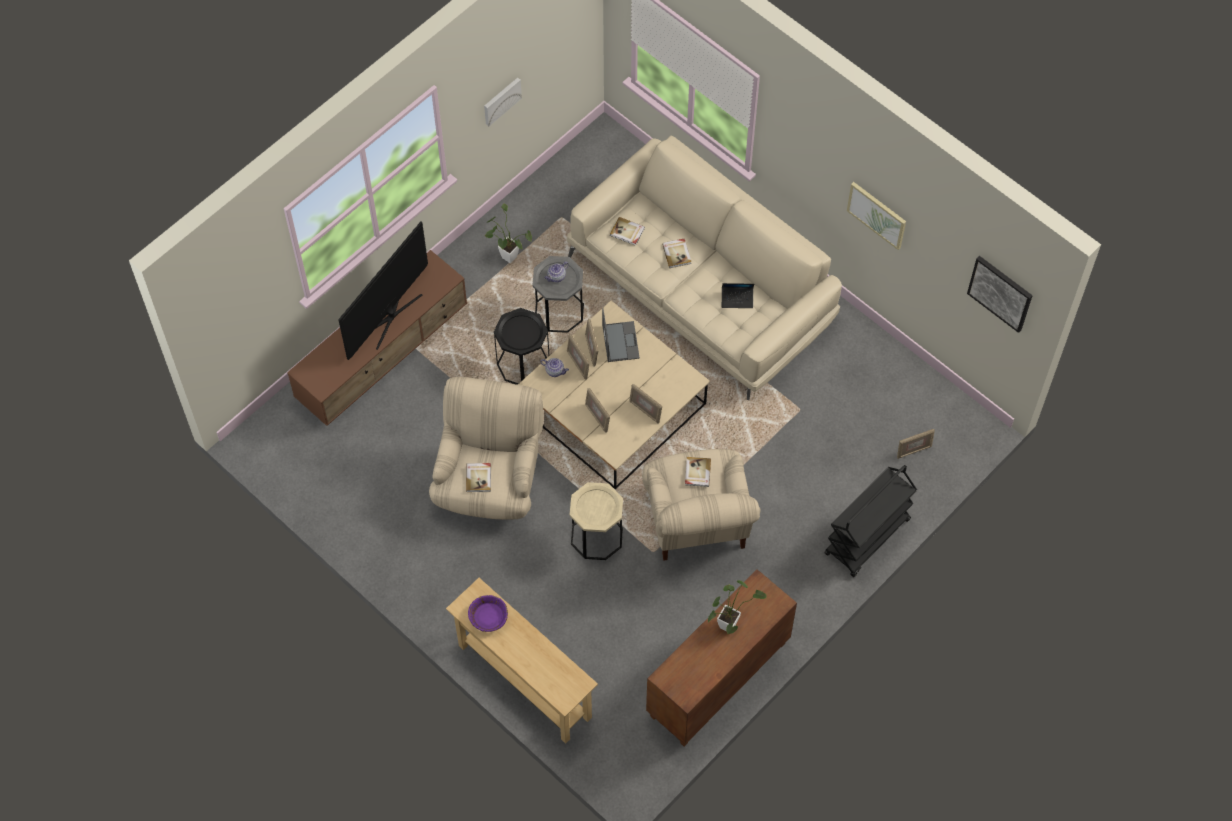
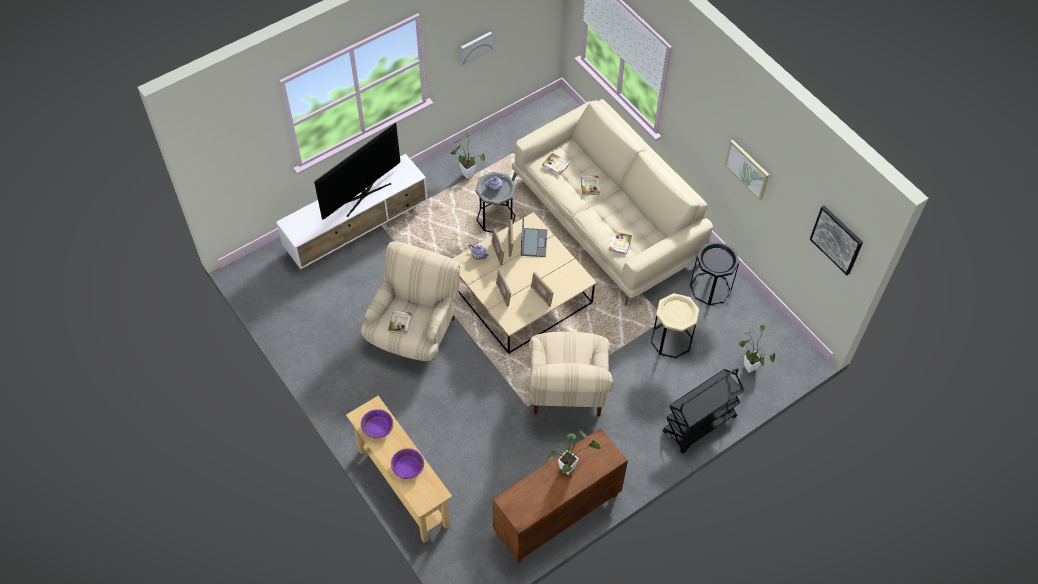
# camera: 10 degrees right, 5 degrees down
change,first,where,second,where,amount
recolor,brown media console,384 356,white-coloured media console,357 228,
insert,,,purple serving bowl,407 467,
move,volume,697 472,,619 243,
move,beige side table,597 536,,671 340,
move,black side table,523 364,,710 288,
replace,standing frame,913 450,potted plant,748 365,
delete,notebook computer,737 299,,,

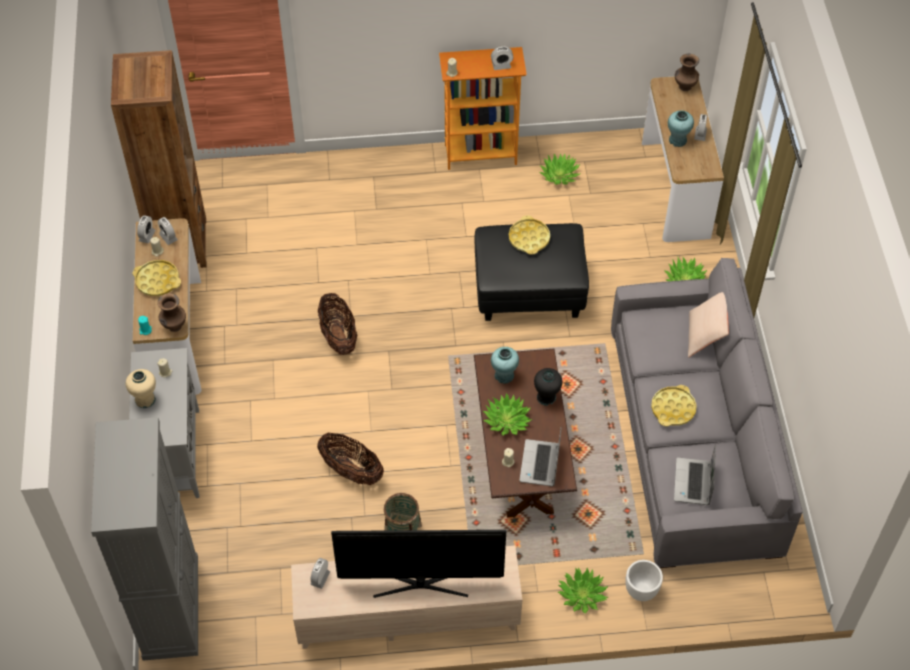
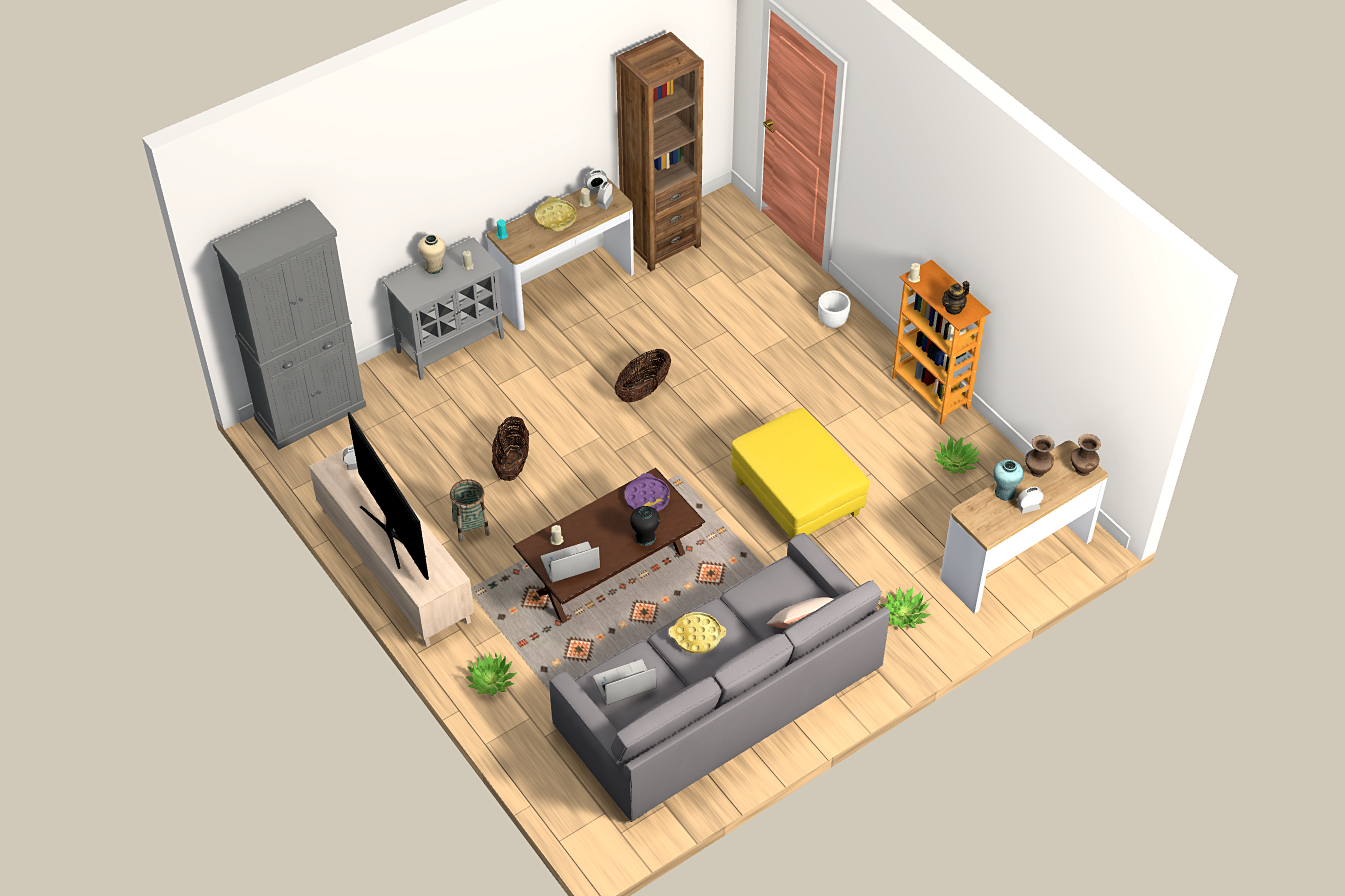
# camera: 60 degrees right, 5 degrees down
change,first,where,second,where,amount
replace,blue-green vase,504 376,purple carrying tray,647 498,
recolor,black ottoman,529 290,yellowish ottoman,797 499,
move,white-coloured flower pot,641 590,,833 322,
replace,table clock,501 66,tea pot,953 308,
move,brown vase,174 326,,1036 471,
delete,potted plant,507 420,,,
delete,yellowish carrying tray,529 238,,,

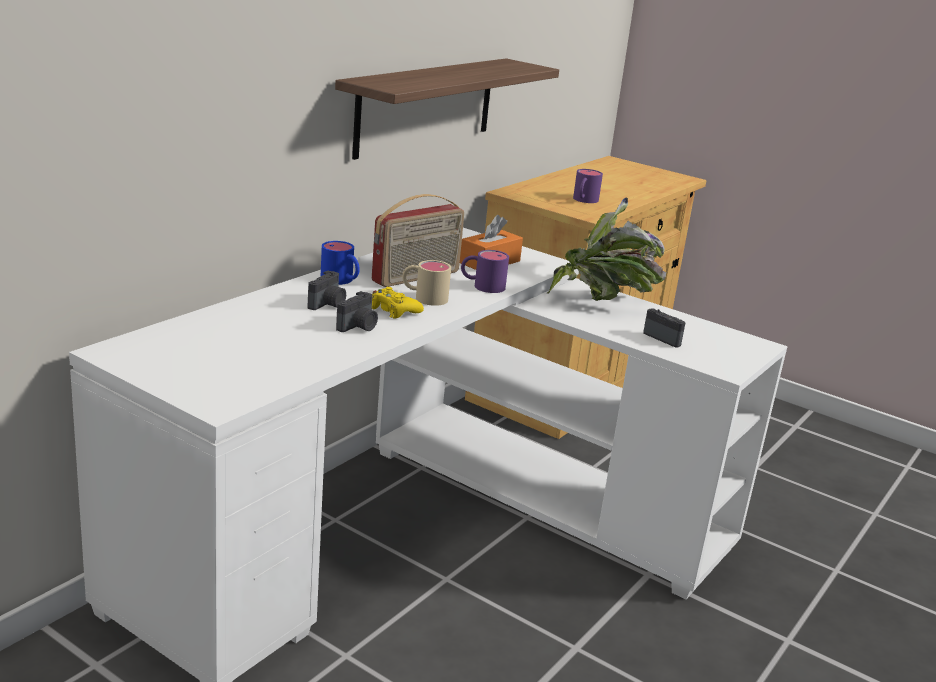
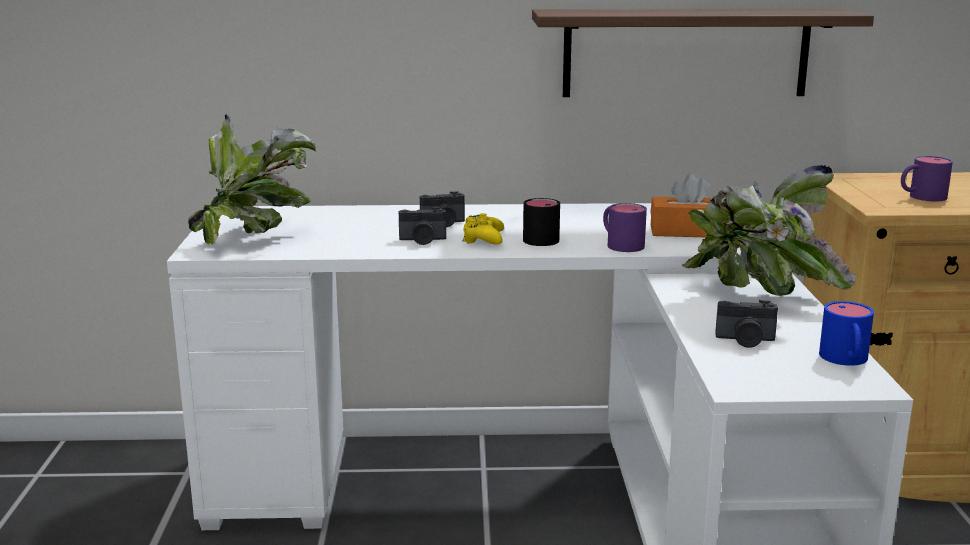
# camera: 55 degrees right, 5 degrees down
change,first,where,second,where,amount
insert,,,potted plant,255 237,
recolor,beige mug,424 297,black mug,537 238,
rotate,still camera,665 338,,745 340,90 degrees clockwise
move,bluish mug,341 281,,845 360,
delete,radio receiver,417 277,,,

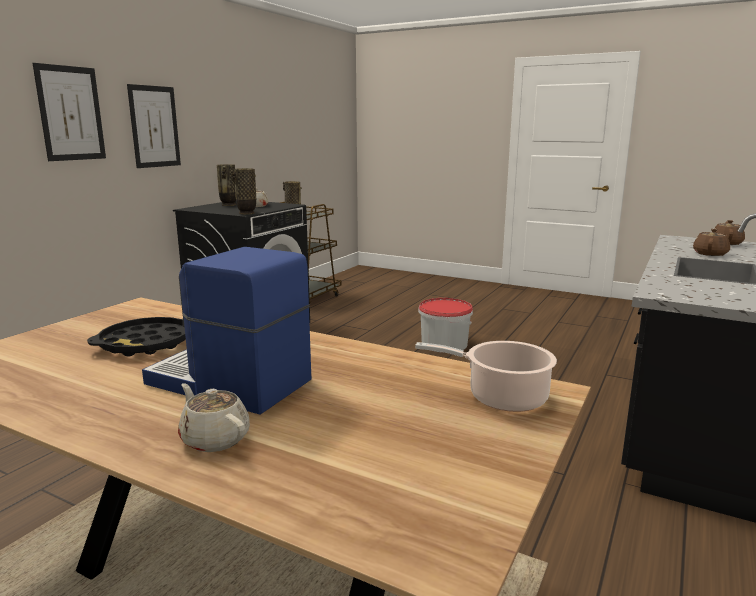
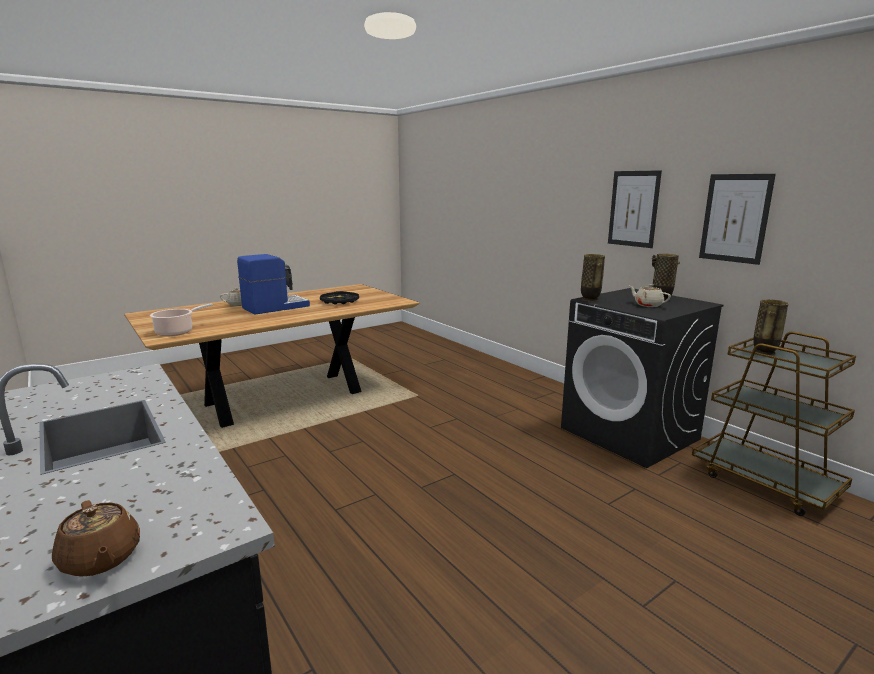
# camera: 115 degrees right, 0 degrees up
change,first,where,second,where,amount
move,picture,71 113,,735 218,
delete,pail,444 344,,,
delete,brown tea pot,710 254,,,

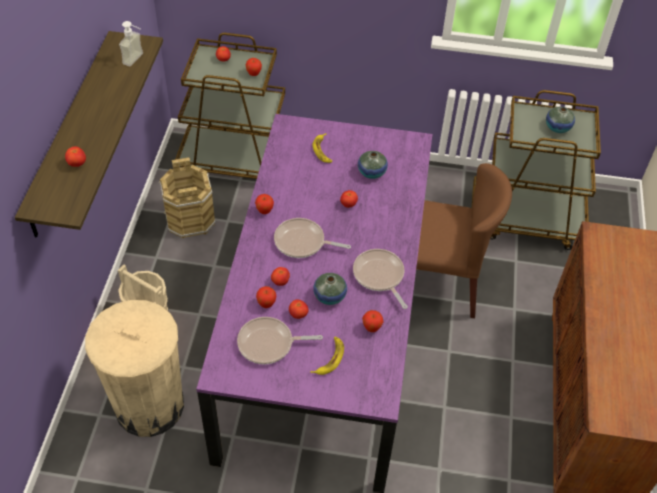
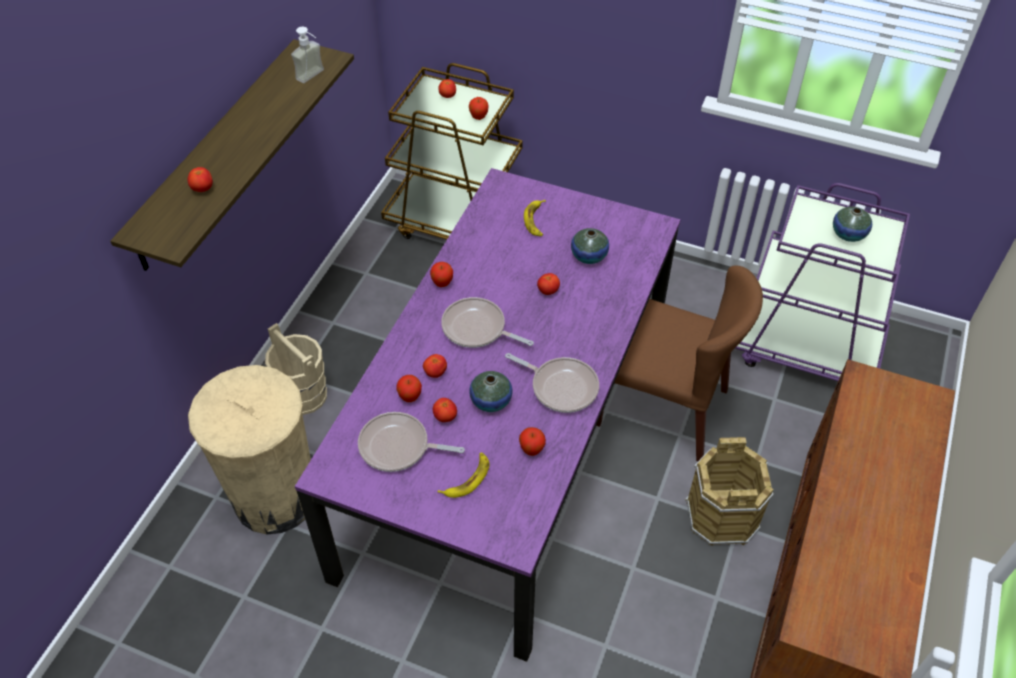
# camera: 15 degrees right, 0 degrees up
change,first,where,second,where,amount
rotate,frying pan,379 276,,561 387,135 degrees clockwise
move,brown pail,190 219,,721 515,
recolor,brown cart,526 219,purple cart,802 348,

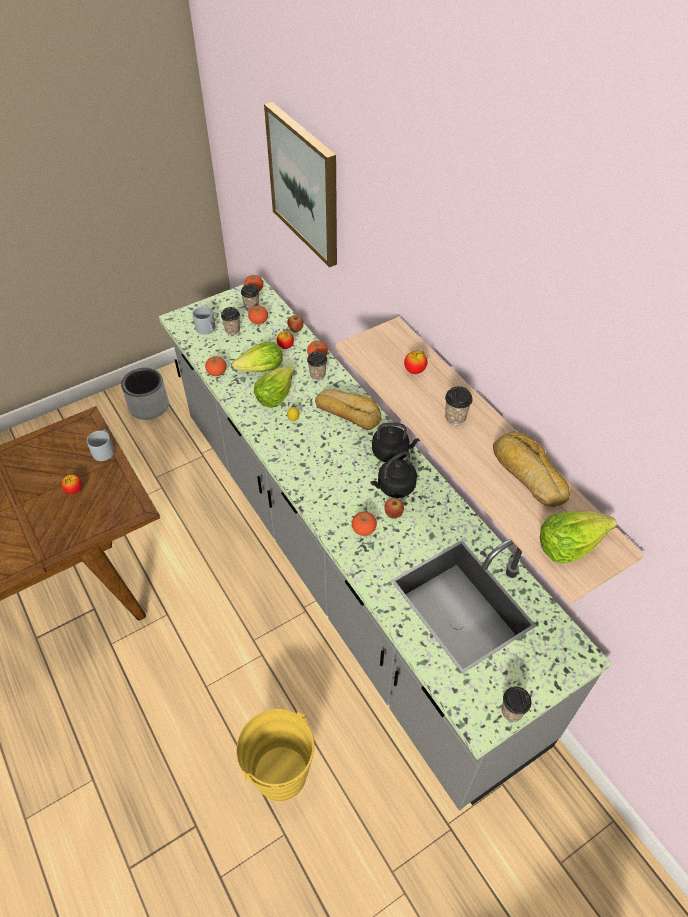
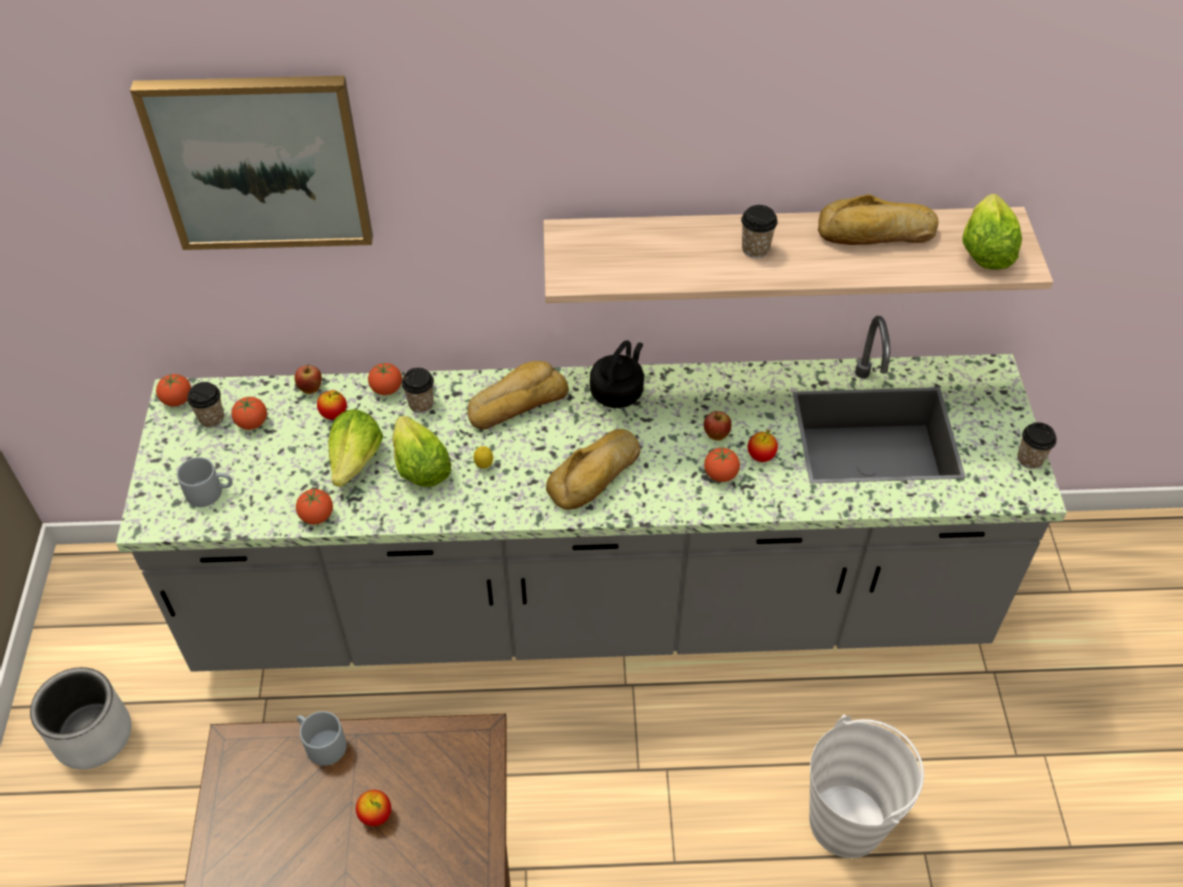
# camera: 60 degrees left, 0 degrees up
change,first,where,second,where,amount
insert,,,bakery bread,597 476,
move,apple fruit,414 371,,761 456,
recolor,yellowish pail,281 774,white-coloured pail,847 822,
delete,cup,232 330,,,
delete,black kettle,394 487,,,

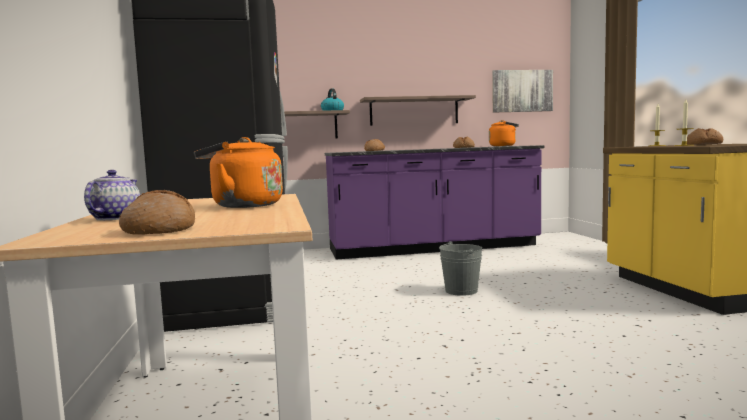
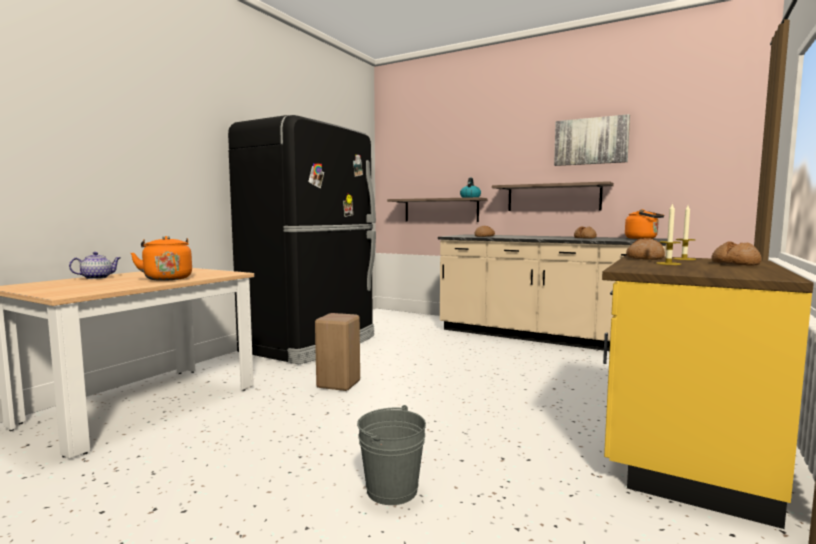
# camera: 40 degrees right, 0 degrees up
change,first,where,second,where,amount
insert,,,beige stool seat,339 385,
move,gray pail,461 291,,392 489,
recolor,purple kitchen counter,433 248,beige kitchen counter,544 337,
move,picture,522 91,,591 141,
move,bakery bread,159 229,,645 258,

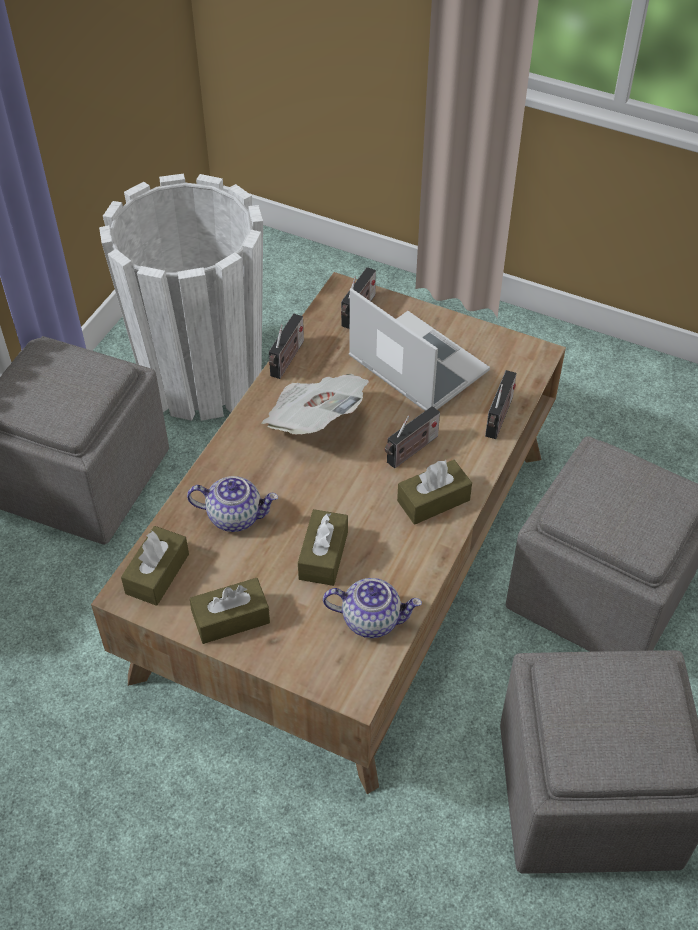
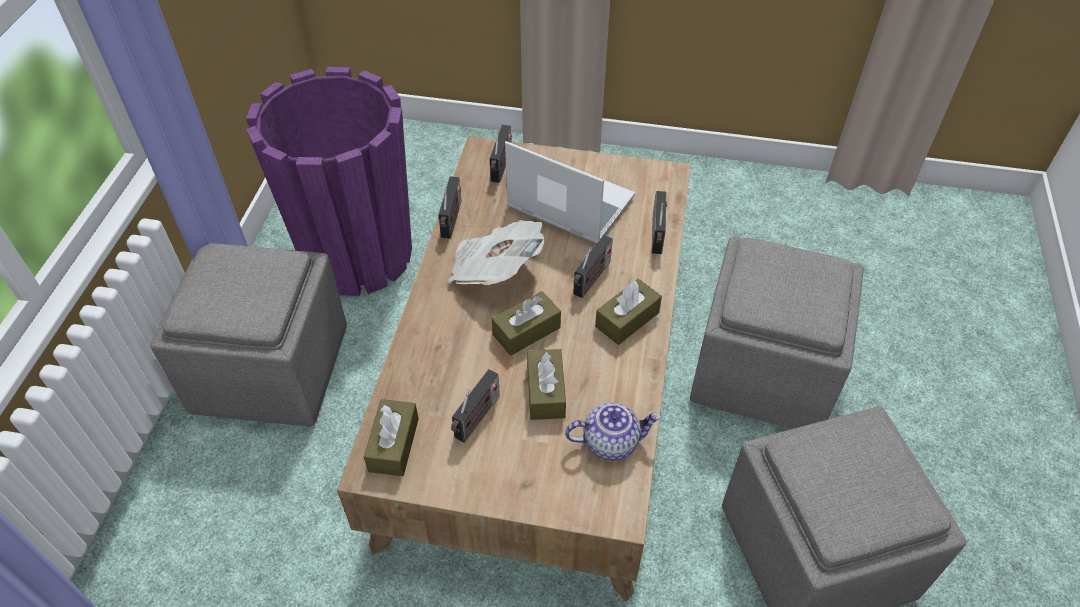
# camera: 15 degrees left, 0 degrees up
change,first,where,second,where,amount
recolor,white-coloured flower pot,201 376,purple flower pot,357 254,
insert,,,radio receiver,476 419,
move,brown tissue holder,231 618,,526 331,
delete,tea pot,235 516,,,

